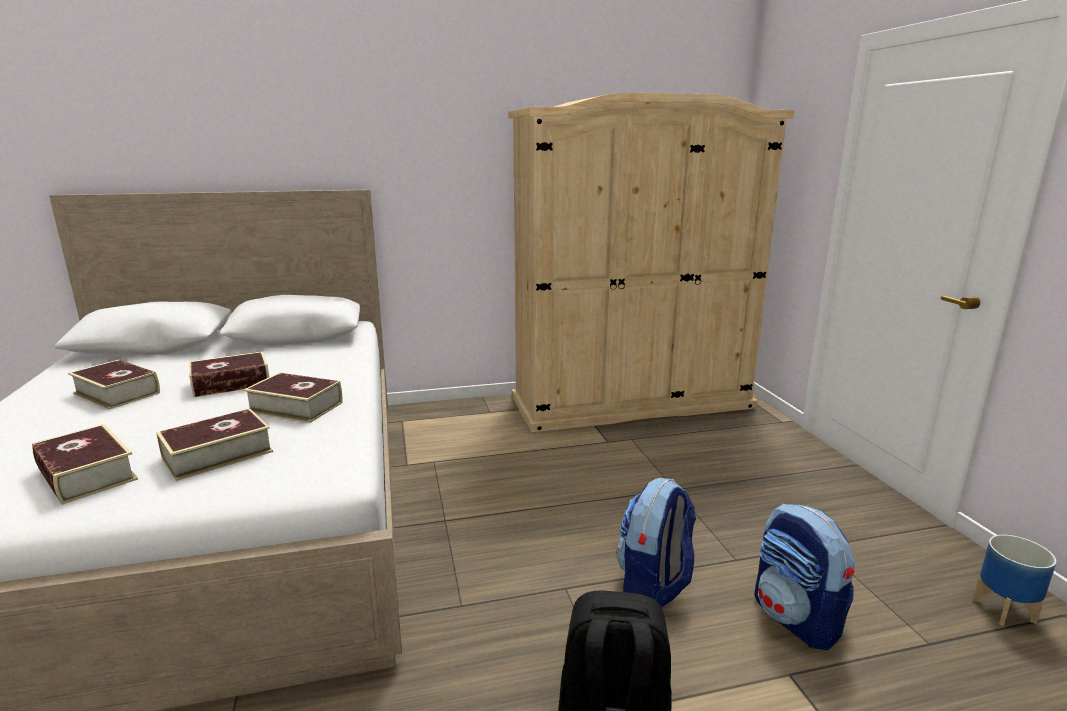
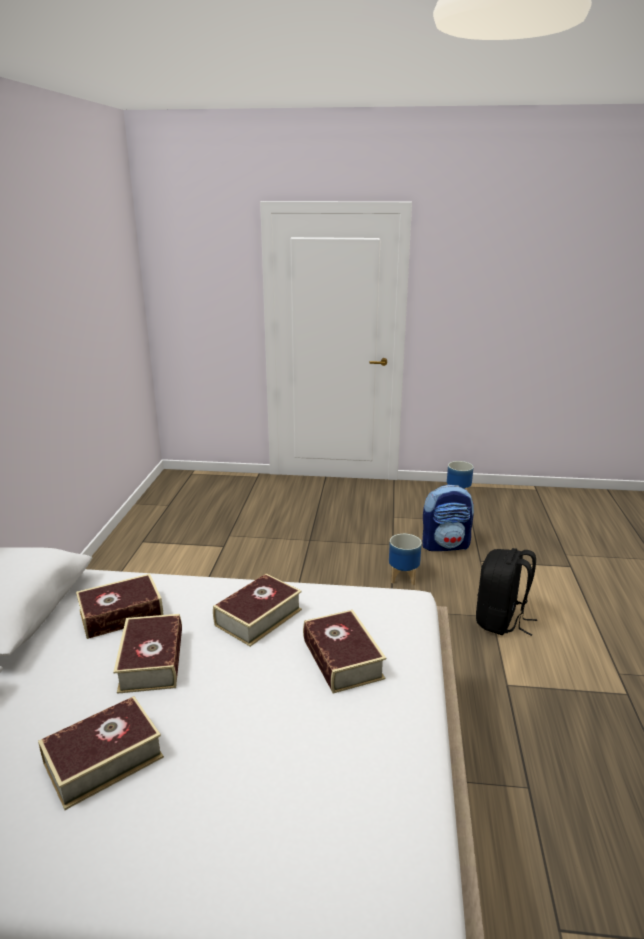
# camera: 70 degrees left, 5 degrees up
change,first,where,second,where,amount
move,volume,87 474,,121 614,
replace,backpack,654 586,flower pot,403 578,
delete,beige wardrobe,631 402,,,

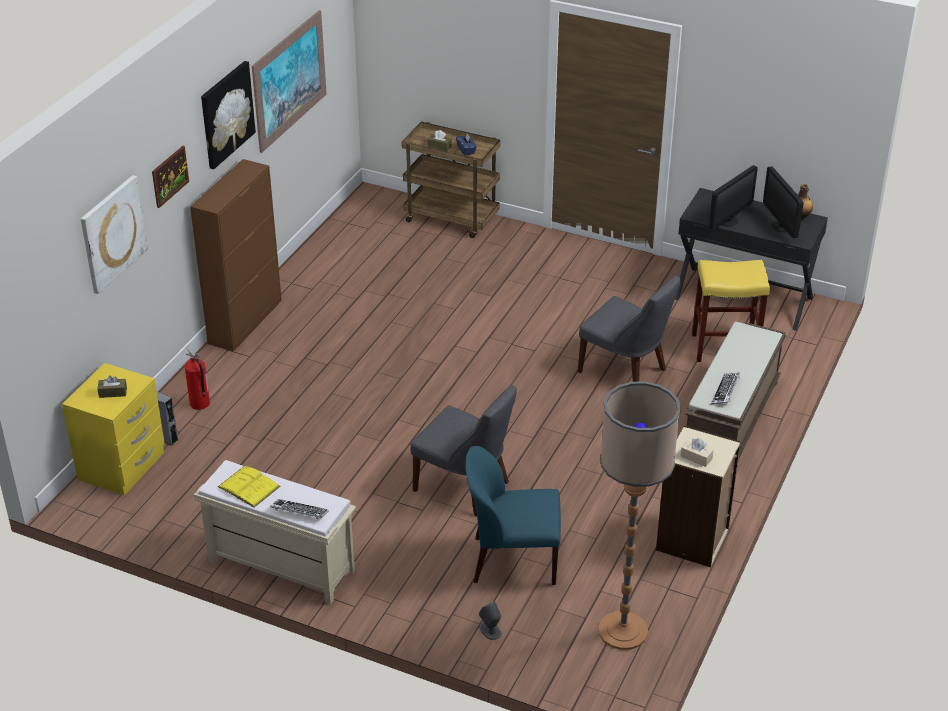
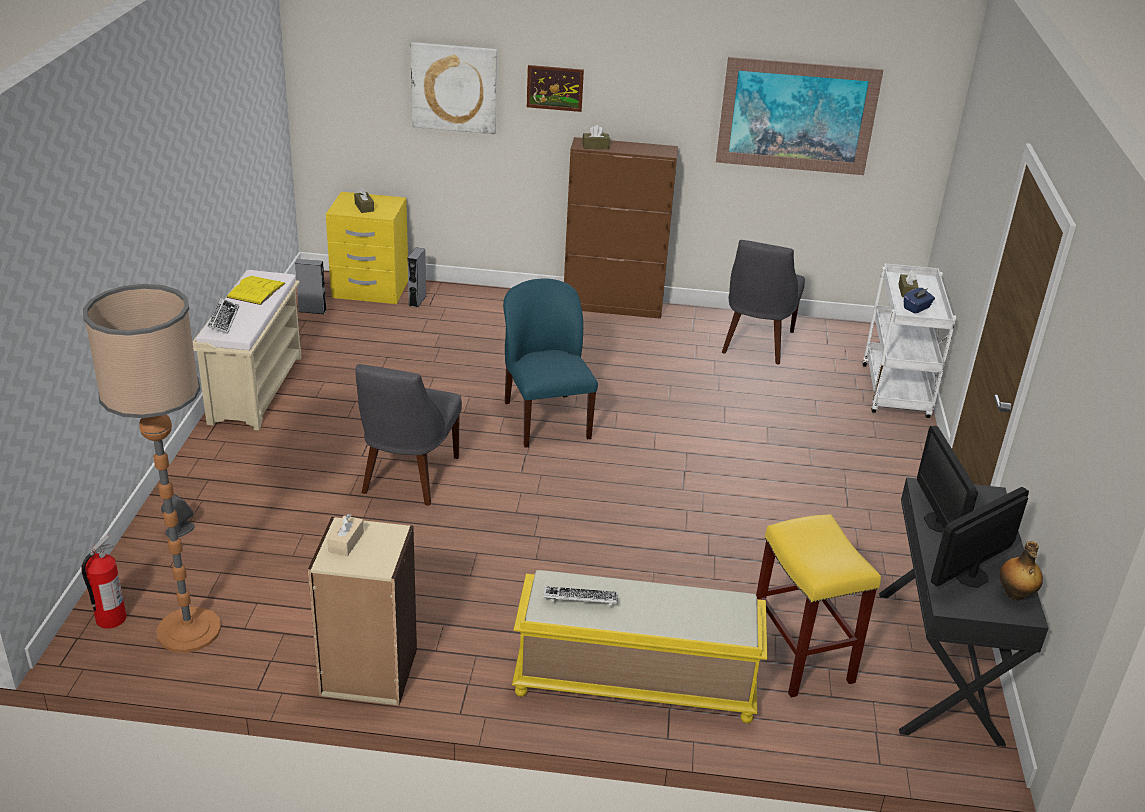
# camera: 70 degrees right, 5 degrees down
change,first,where,second,where,amount
move,extinguisher,199 404,,110 619,
insert,,,gray audio speaker,312 310,
move,bluish plain chair,512 560,,546 419,
recolor,brown bench,731 421,yellowish bench,633 683,
insert,,,brown tissue holder,595 146,
move,gray plain chair,625 372,,756 344,
recolor,brown cart,452 219,white-coloured cart,896 393,
rotate,computer screen,728 221,,938 522,60 degrees clockwise
delete,picture,226 114,,,

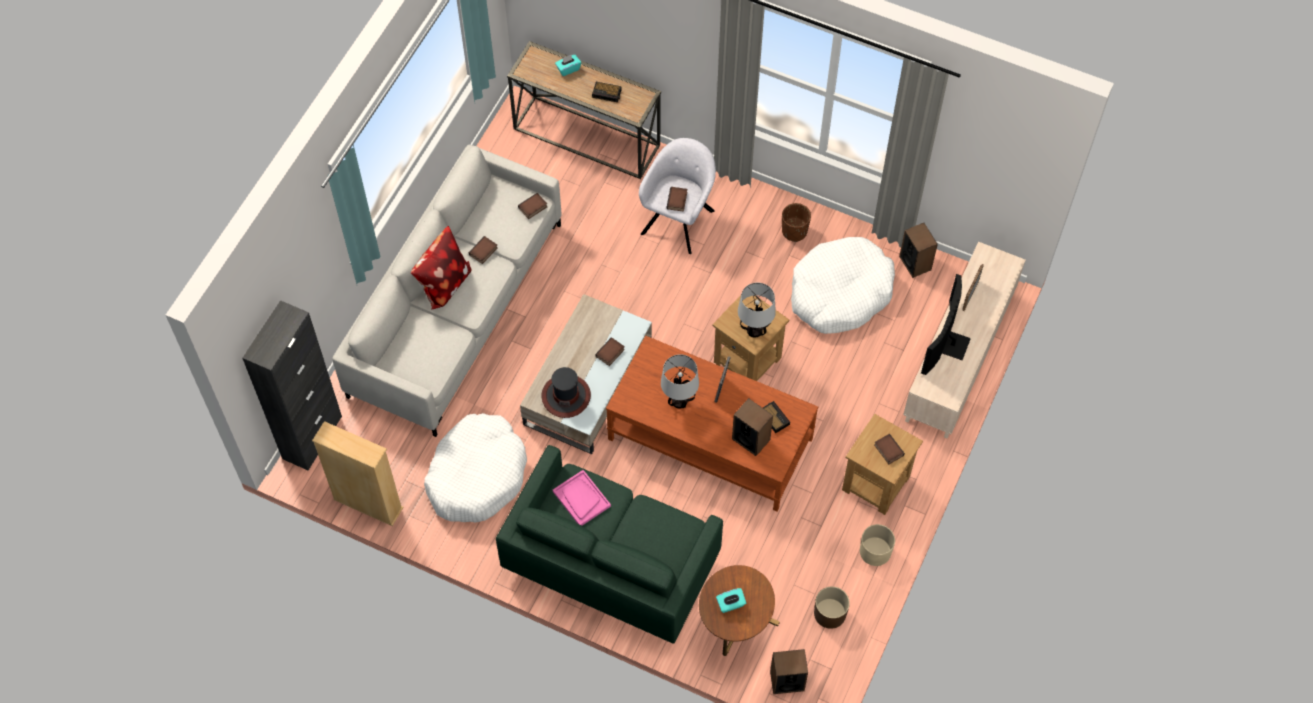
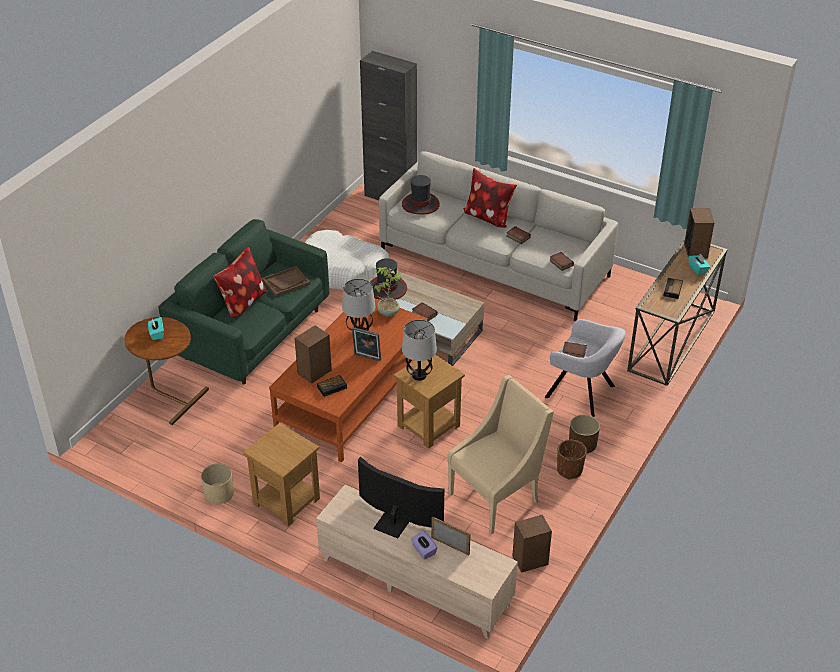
# camera: 95 degrees right, 20 degrees down
change,first,where,second,where,amount
insert,,,cushion,242 302,
recolor,pink carrying tray,581 499,brown carrying tray,286 282,
insert,,,potted plant,387 312,
insert,,,clothing hat,420 204,
insert,,,purple tissue holder,423 550,
replace,white-coloured dog cushion,840 293,beige lounge chair,496 497,
move,brown flower pot,829 613,,582 443,
move,audio speaker,787 680,,696 250,
delete,beige bookshelf,368 504,,,
delete,volume,887 450,,,

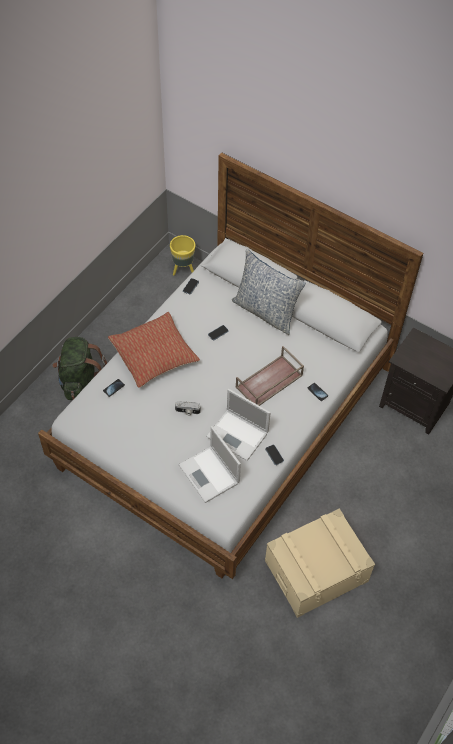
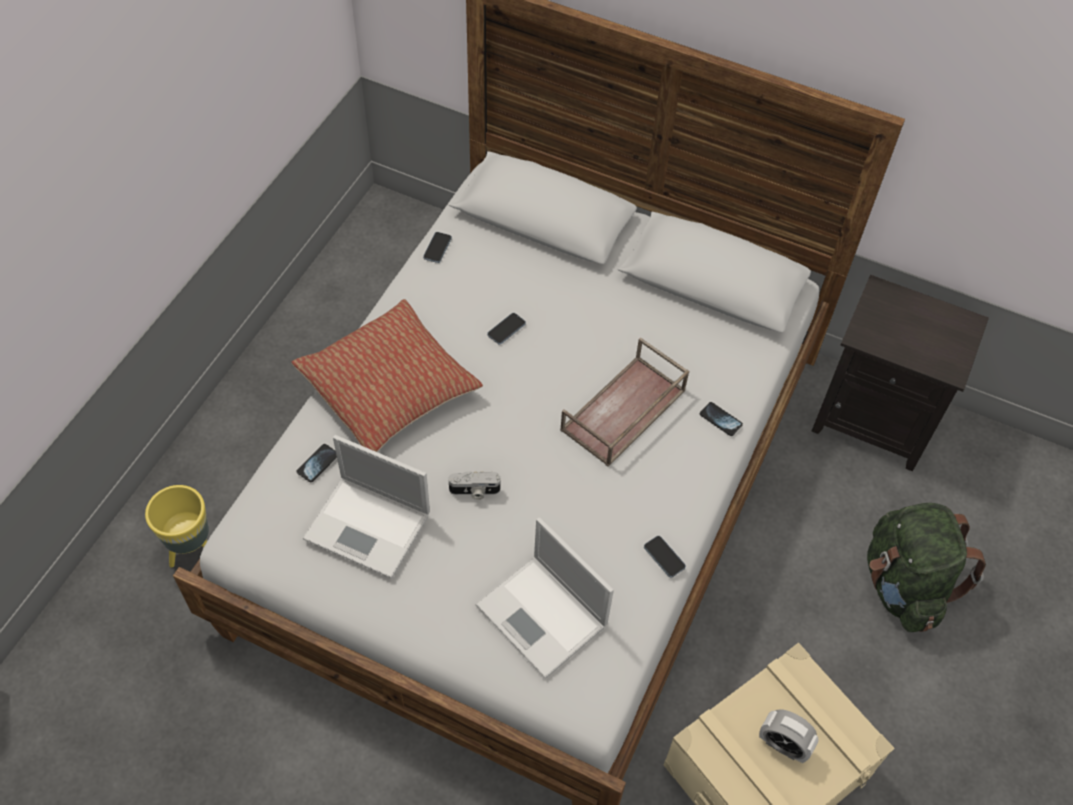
# camera: 10 degrees left, 0 degrees up
change,first,where,second,where,amount
move,yellowish flower pot,183 270,,193 550,
move,notebook computer,238 435,,369 526,
insert,,,table clock,783 745,
move,greenish backpack,80 381,,903 585,
delete,cushion,266 311,,,

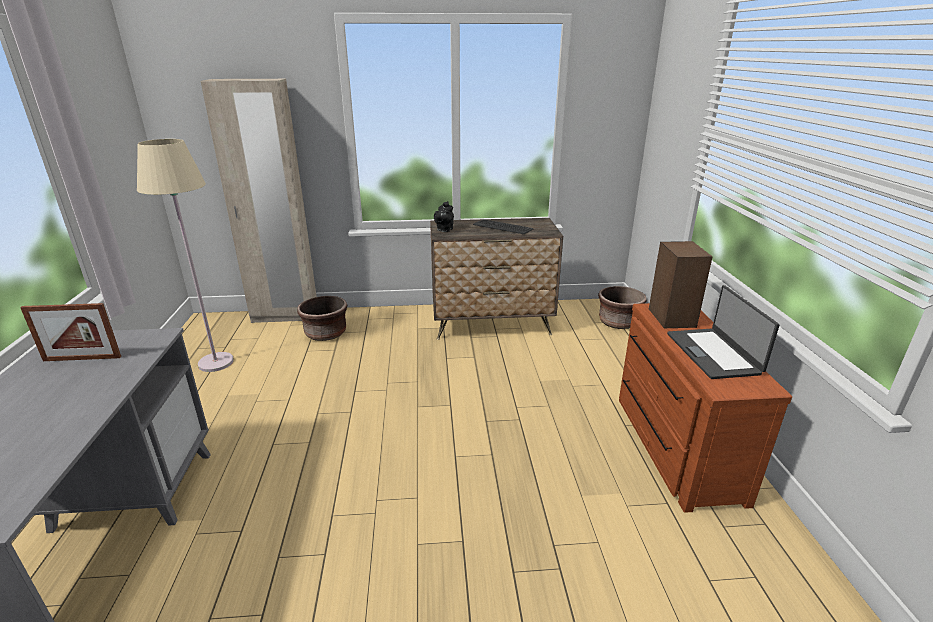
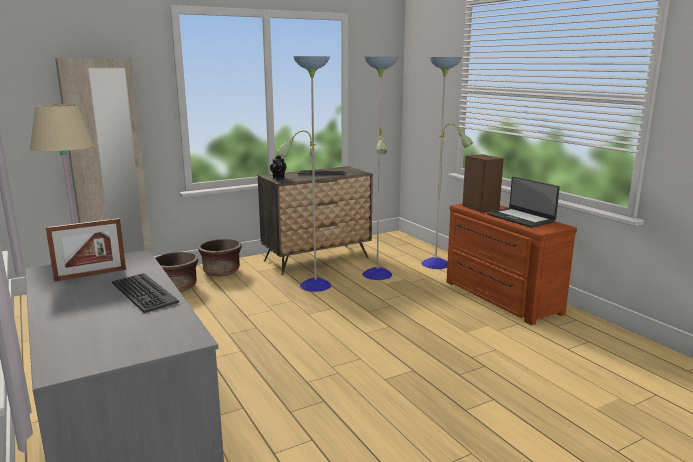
# camera: 25 degrees left, 10 degrees down
change,first,where,second,where,amount
insert,,,PC keyboard,143 293,
move,brown flower pot,618 322,,221 271,
insert,,,standard lamp,378 275,

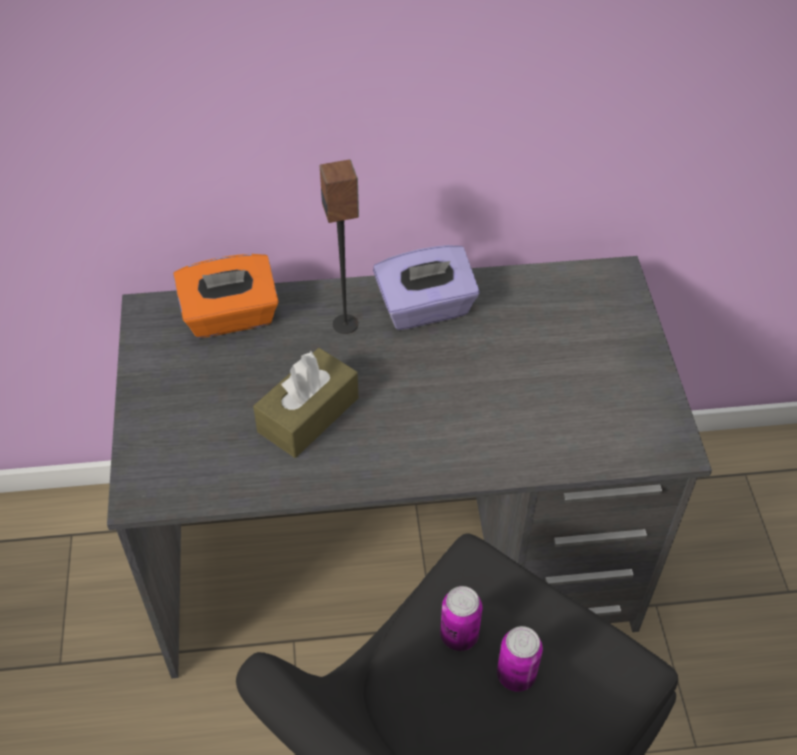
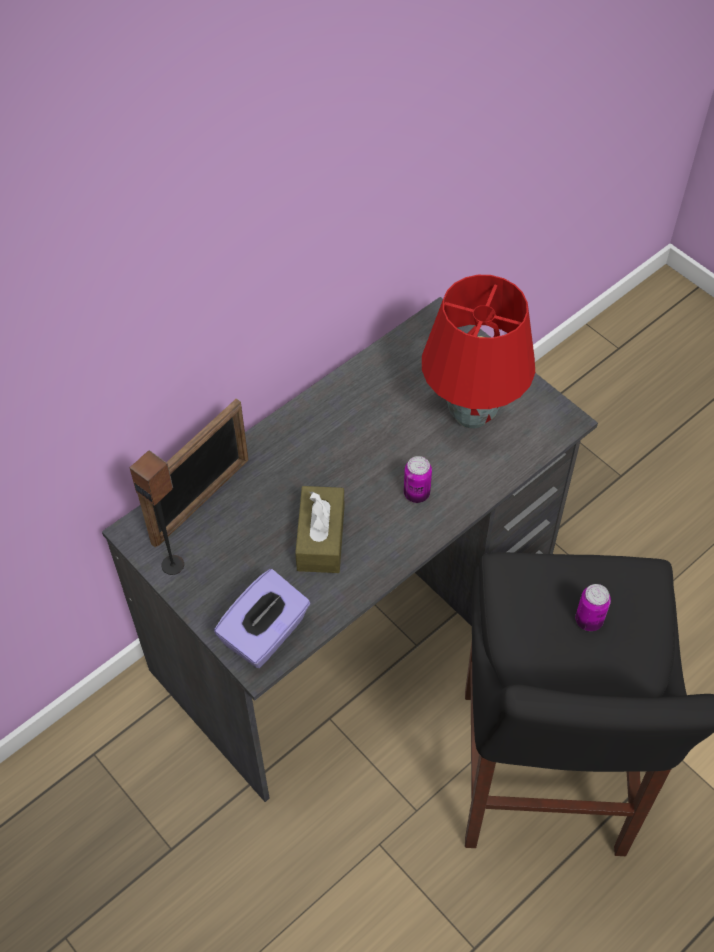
# camera: 35 degrees left, 5 degrees up
change,first,where,second,where,amount
move,audio speaker,346 324,,173 564,
replace,orange-coloured tissue holder,231 317,standing frame,201 501,
move,purple tissue holder,425 309,,265 634,
move,metal can,459 635,,416 493,
insert,,,red-coloured tabletop lamp,471 415,

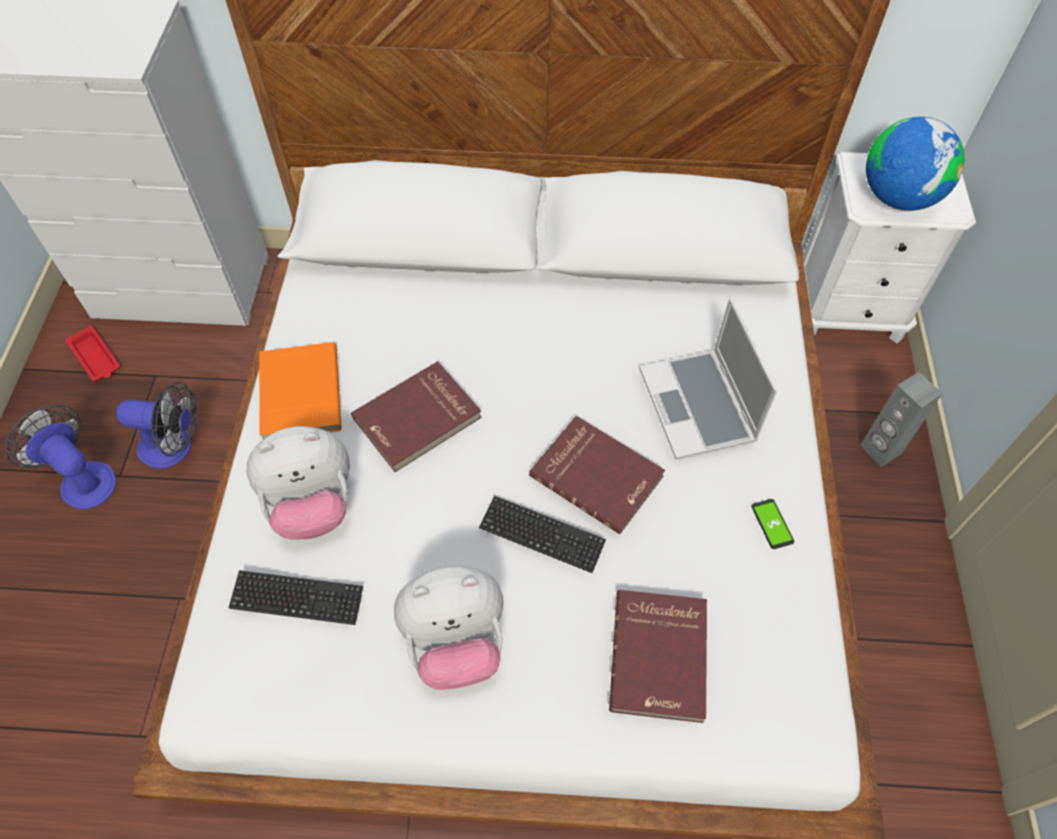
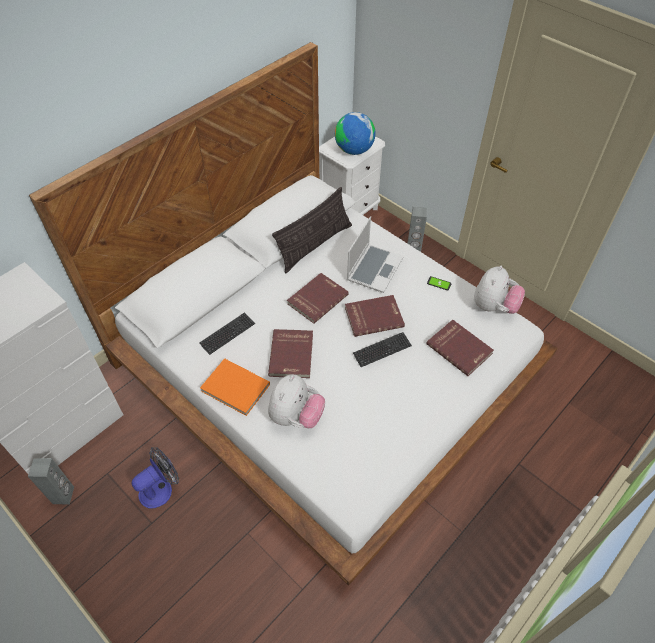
# camera: 50 degrees left, 5 degrees down
change,first,where,second,where,amount
replace,red-coloured carrying tray,96 358,gray audio speaker,64 495,
move,PC keyboard,297 598,,227 334,
insert,,,cushion,315 245,
insert,,,red-coloured volume,317 299,
rotate,notebook computer,699 407,,374 268,90 degrees counterclockwise
move,plush toy,455 642,,494 306,
delete,cooling fan,82 479,,,

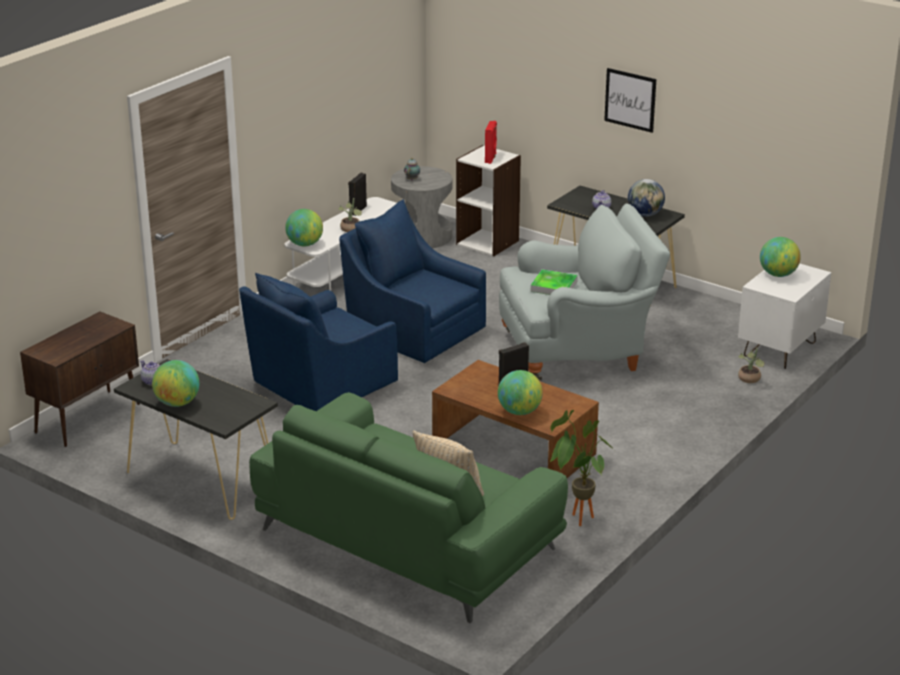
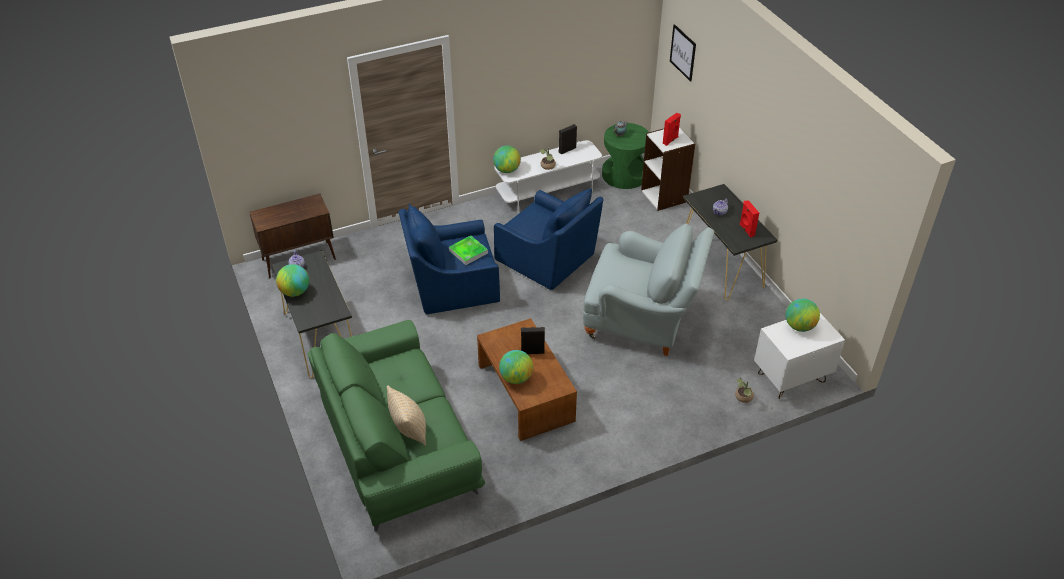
# camera: 30 degrees right, 15 degrees up
change,first,where,second,where,amount
move,carrying tray,554 286,,468 252,
rotate,bluish lounge chair,413 330,,548 260,150 degrees clockwise
recolor,gray side table,422 236,greenish side table,624 175,
move,picture,630 100,,683 52,
replace,world globe,645 214,red-coloured audio speaker,746 230,
delete,potted plant,576 519,,,

